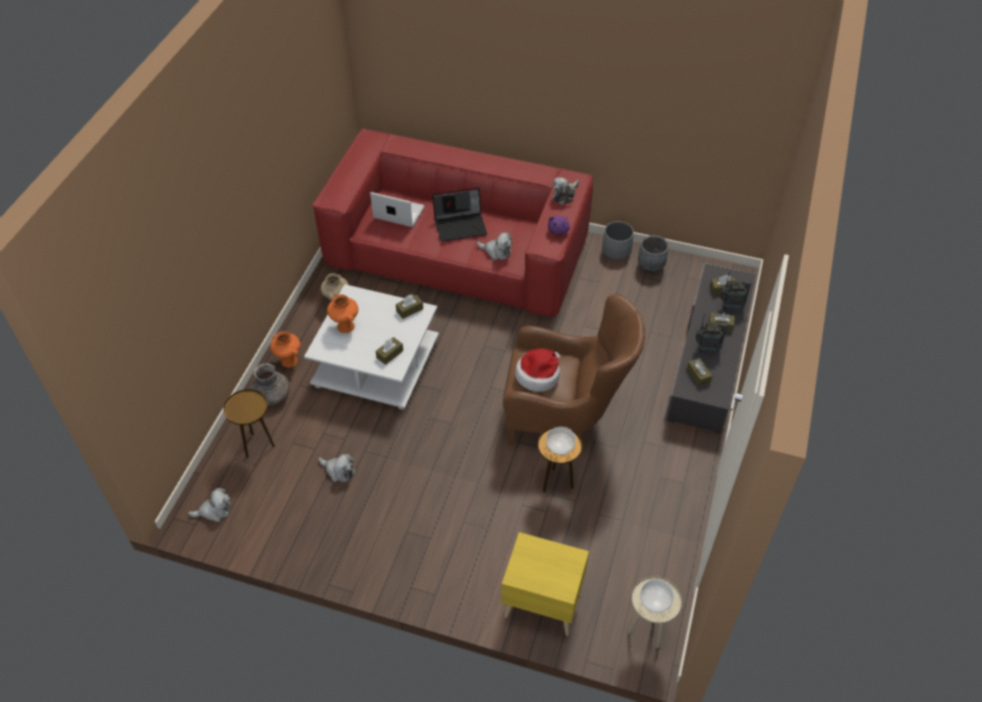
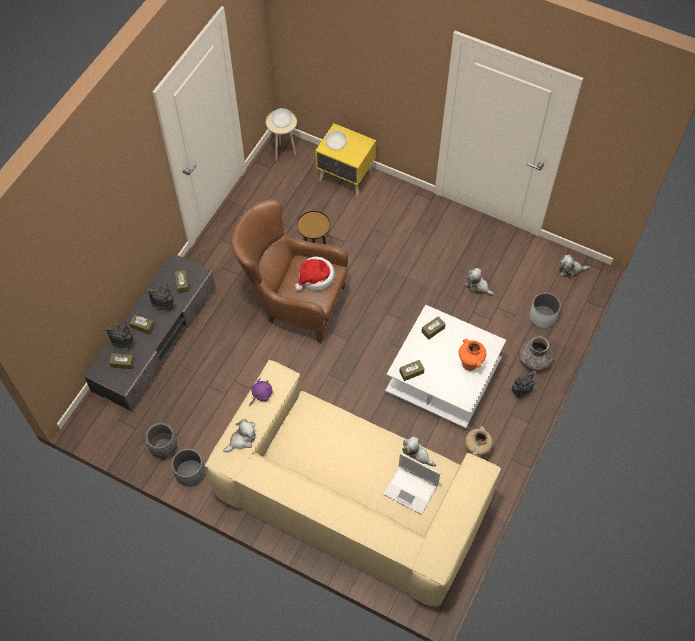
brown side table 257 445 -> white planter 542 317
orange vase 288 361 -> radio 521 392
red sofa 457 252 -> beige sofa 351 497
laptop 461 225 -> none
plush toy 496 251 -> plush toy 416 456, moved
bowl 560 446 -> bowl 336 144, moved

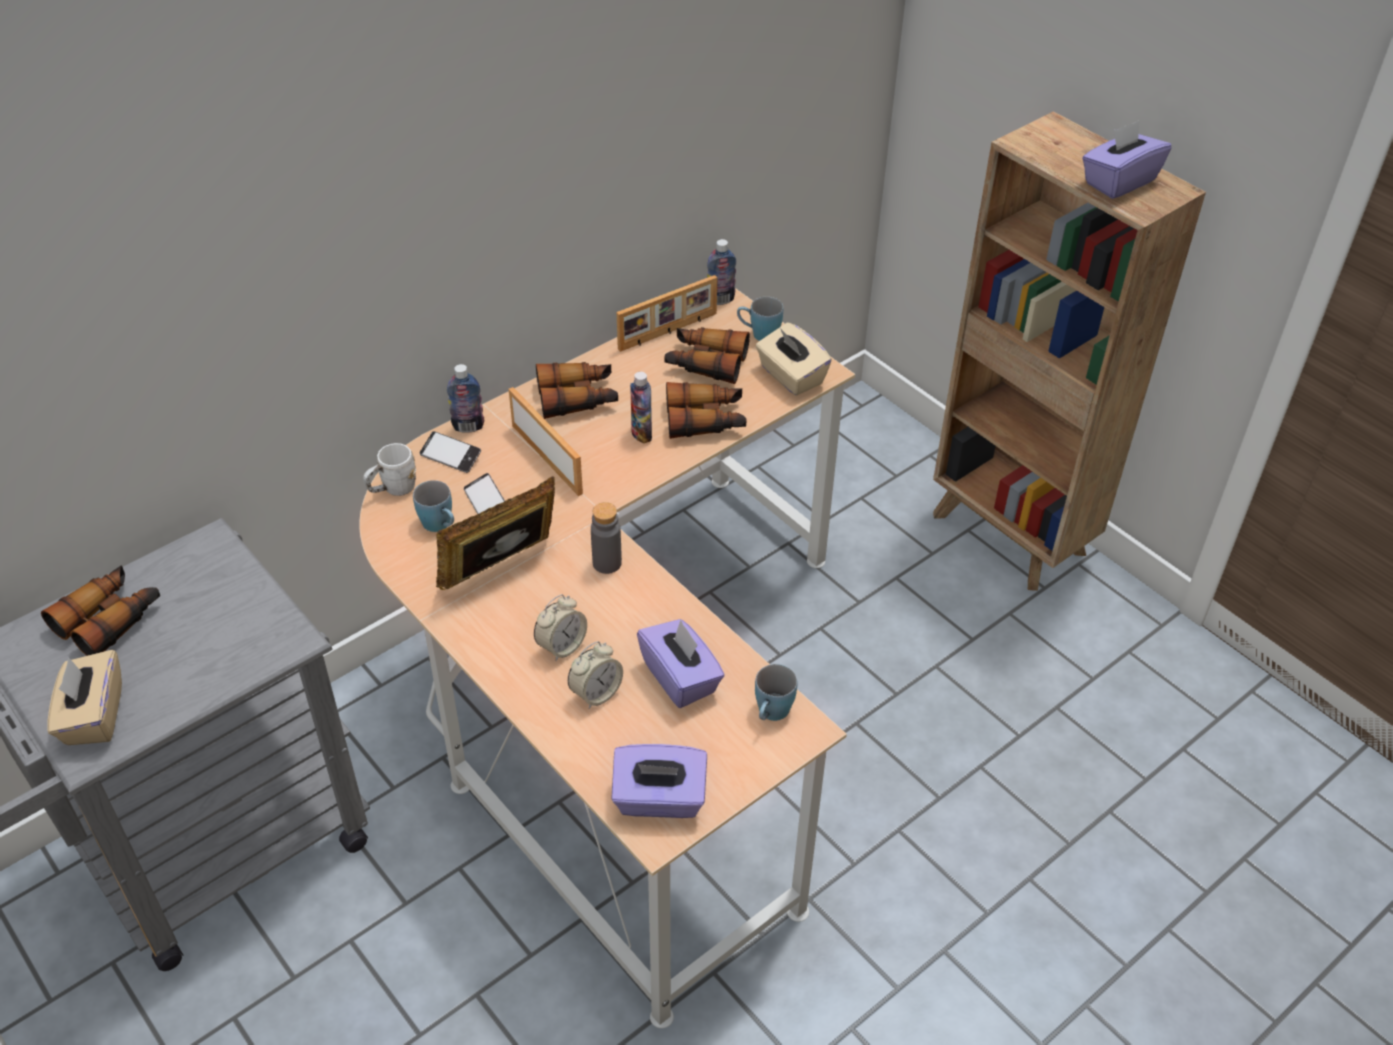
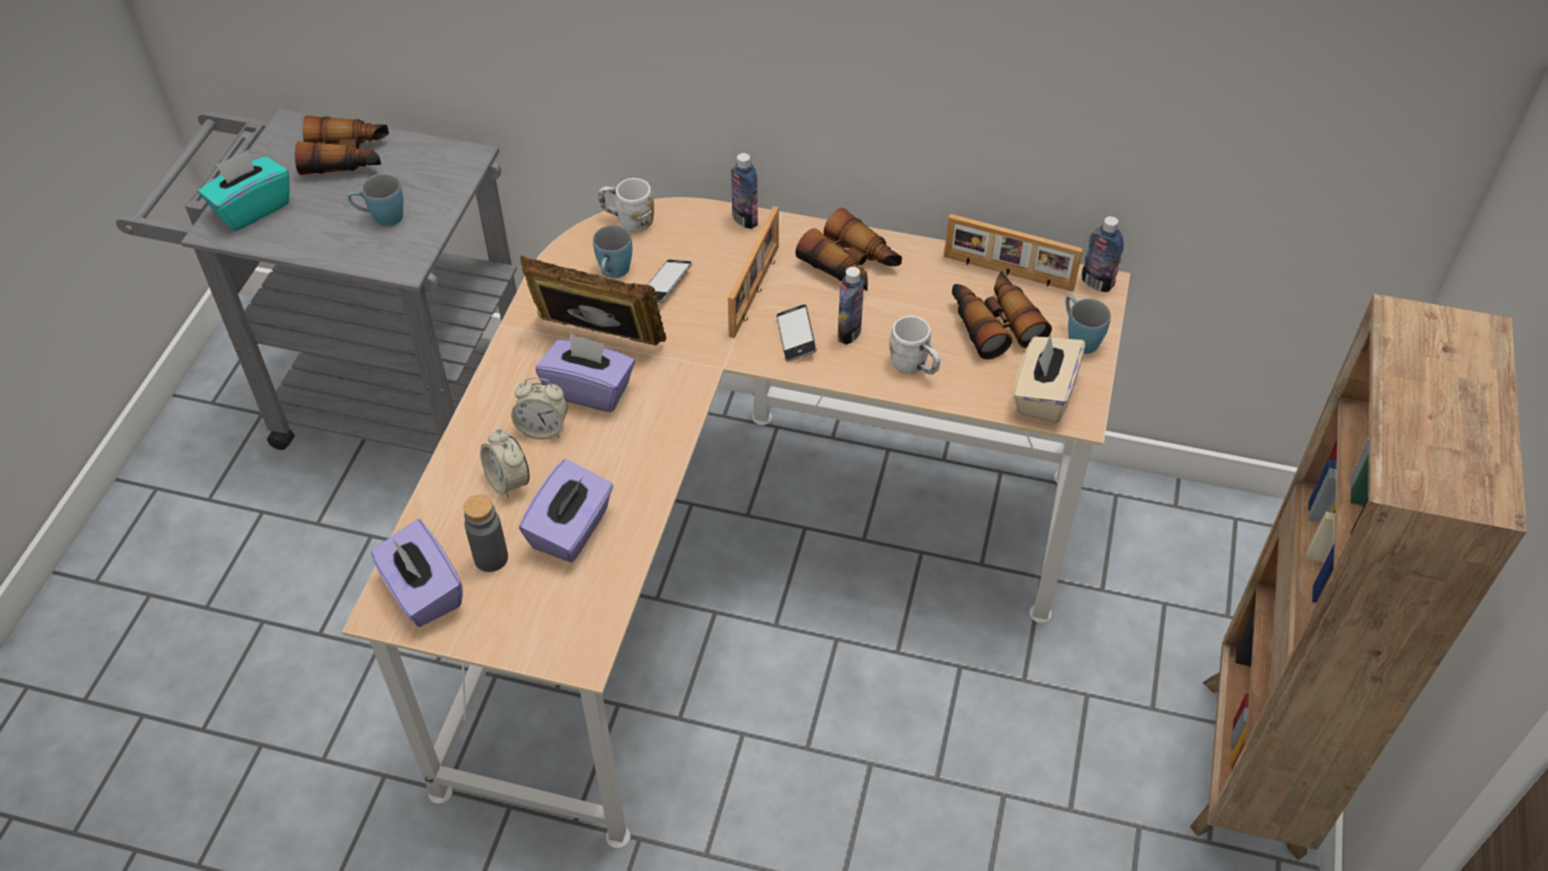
beige tissue box 93 716 -> turquoise tissue box 252 208
phone 450 456 -> phone 796 337, moved
alarm clock 596 693 -> alarm clock 508 482, 45 degrees clockwise
grey bottle 607 563 -> grey bottle 491 558, moved
binoculars 705 420 -> white mug 914 367
blue mug 771 714 -> blue mug 381 218, moved
purple tissue box 1119 181 -> purple tissue box 589 390, moved

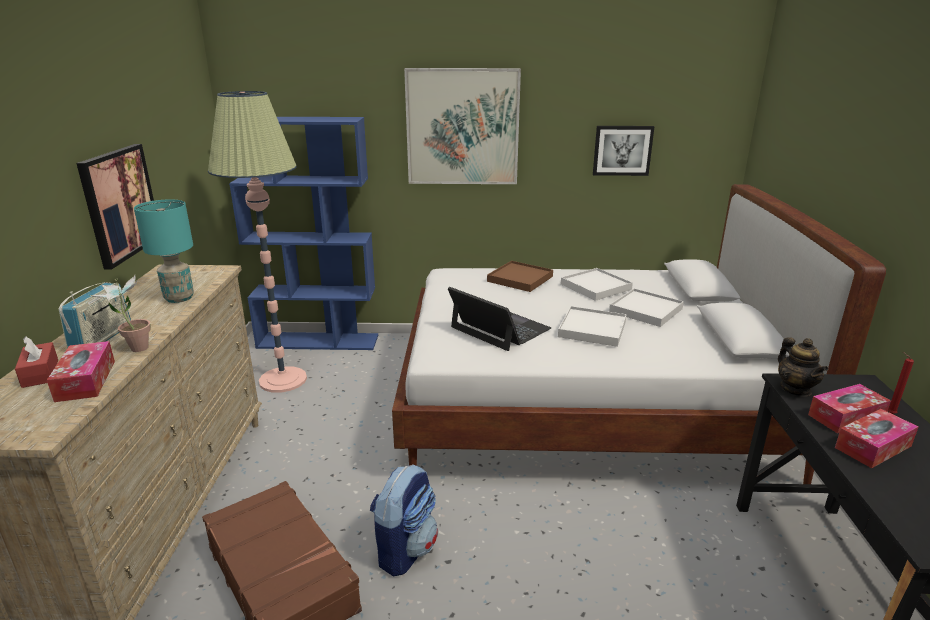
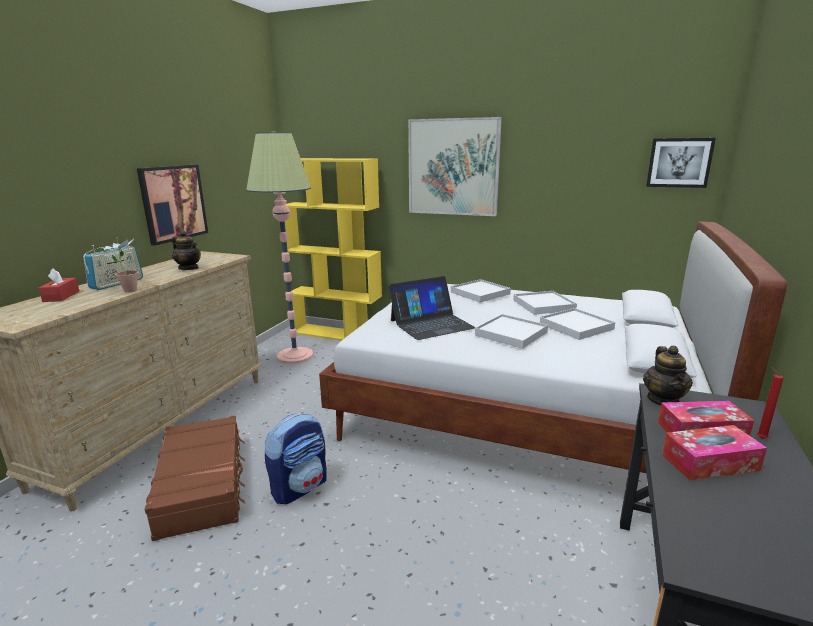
tissue box 86 380 -> none
turquoise table lamp 179 298 -> teapot 189 268
blue bookcase 319 341 -> yellow bookcase 337 334
laptop 499 328 -> laptop 431 324, 90 degrees clockwise
brown tray 520 279 -> white tray 480 293
picture 622 150 -> picture 679 162, moved

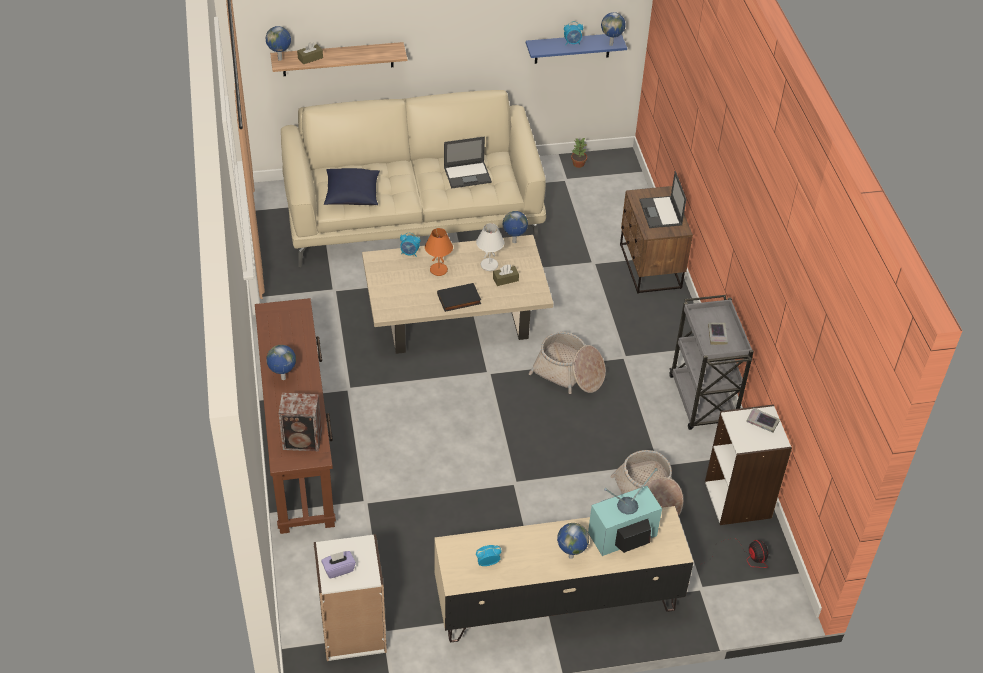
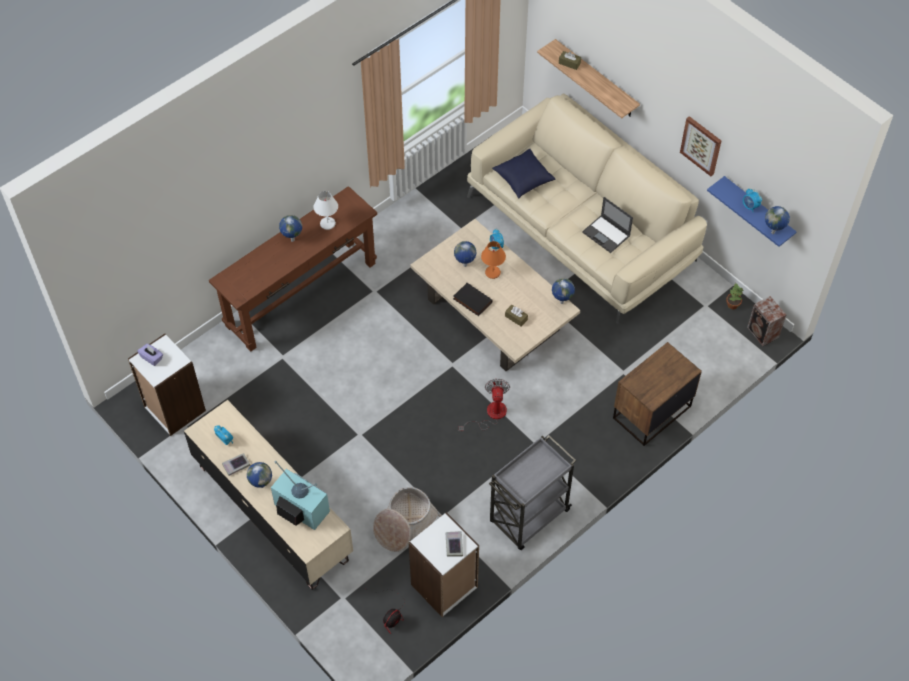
globe 280 59 -> globe 465 265, moved
speaker 303 440 -> speaker 763 333, moved
white table lamp 489 265 -> white table lamp 328 224, moved
basket 569 373 -> fan 490 415
laptop 661 213 -> none
book 717 335 -> book 236 465, moved
none -> picture 701 145

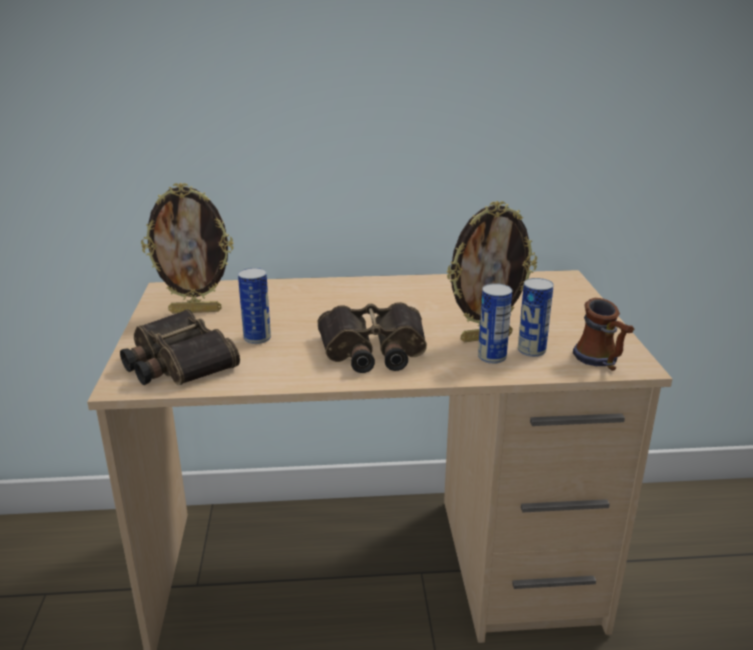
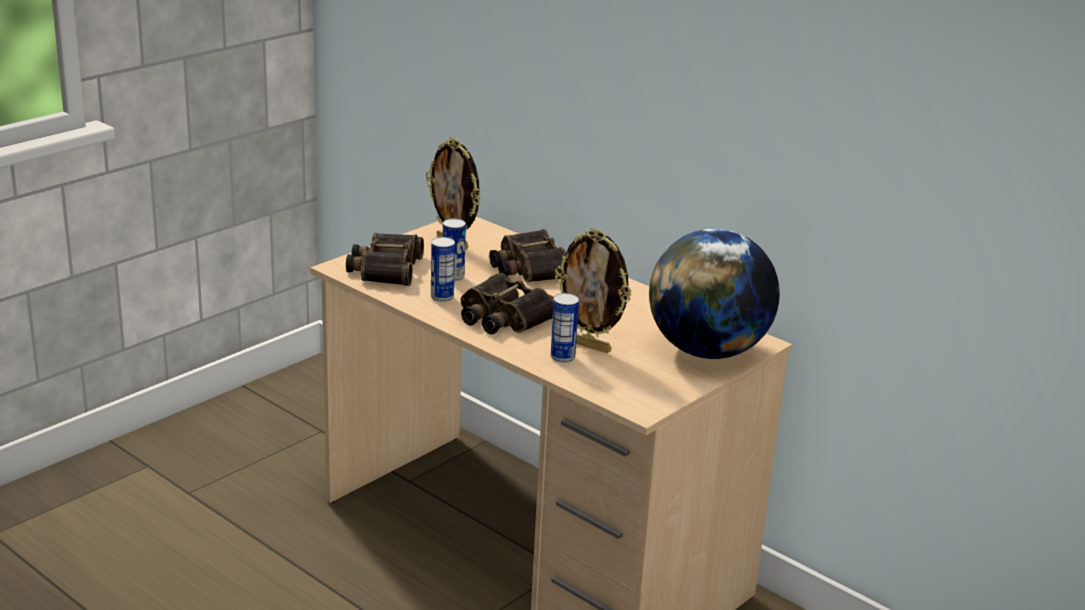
can 531 351 -> can 442 297, moved
mug 602 362 -> none
none -> binoculars 528 267
none -> globe 707 351

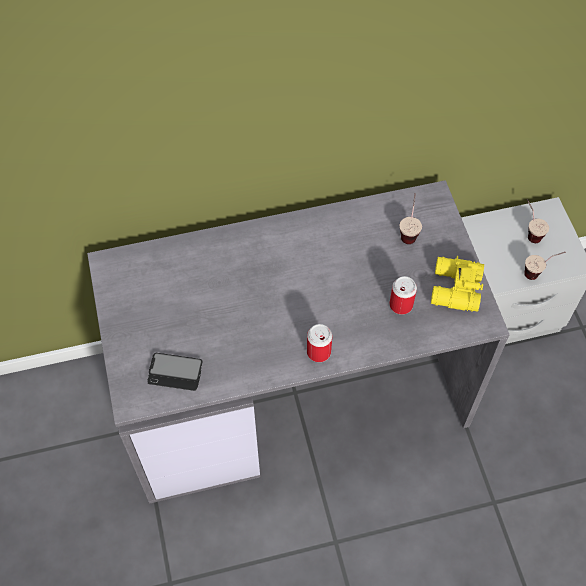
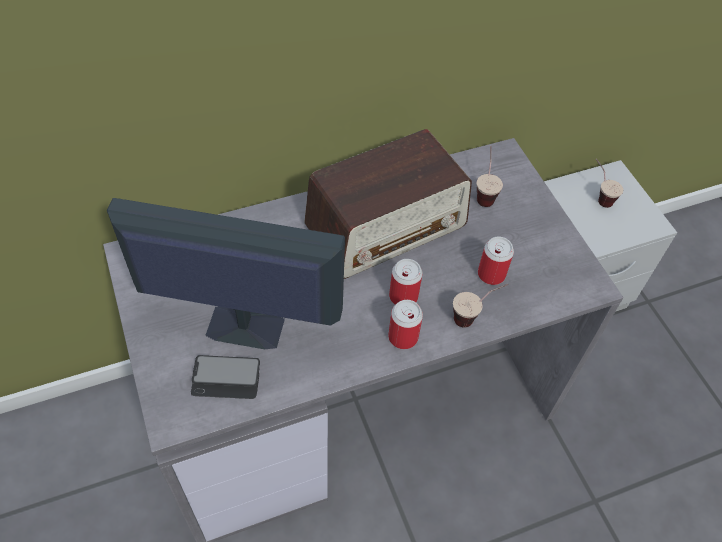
yellow binoculars 454 289 -> none
cup 539 273 -> cup 474 316, moved
none -> monitor 243 327
none -> radio 386 226
none -> can 403 296

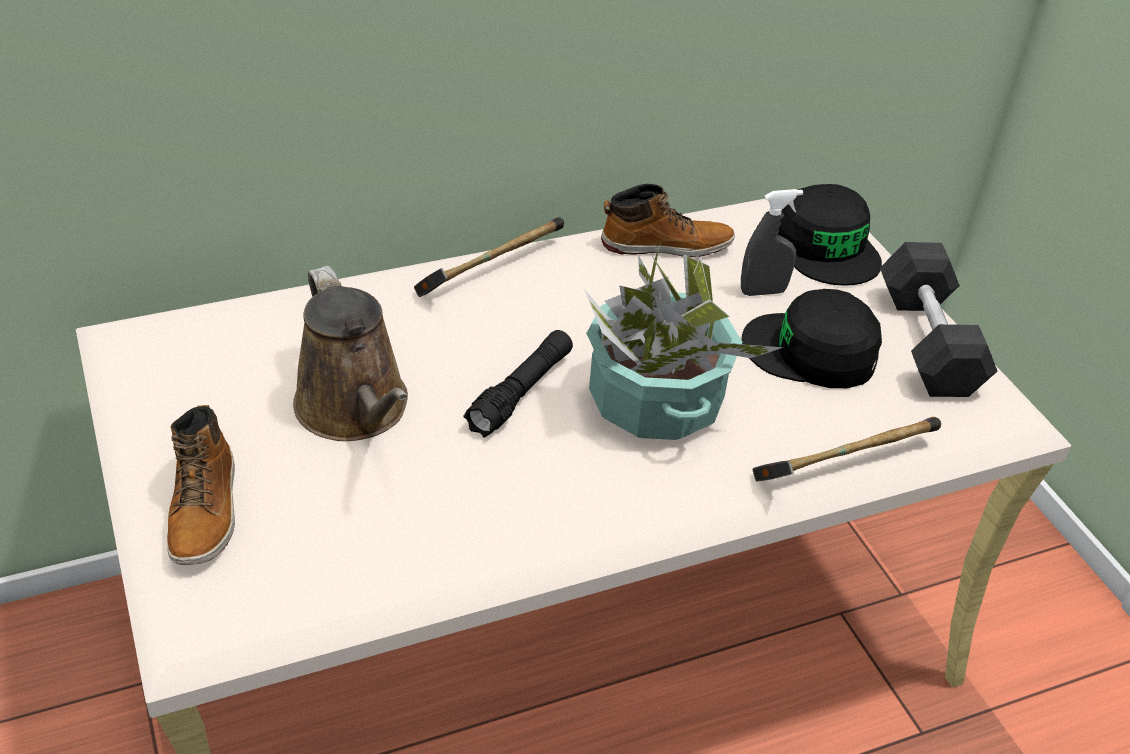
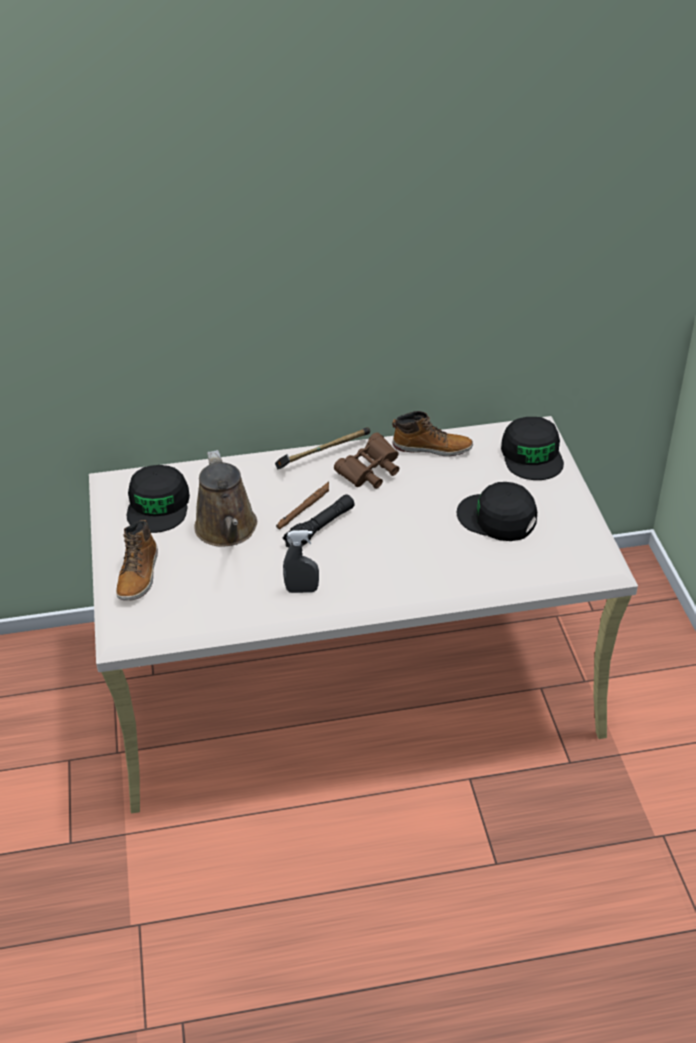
potted plant 655 401 -> none
grey spray bottle 763 291 -> grey spray bottle 302 590, moved
hammer 841 466 -> none
grey dumbbell 928 342 -> none
none -> black cap 158 505
none -> brown flashlight 304 508
none -> brown binoculars 370 473

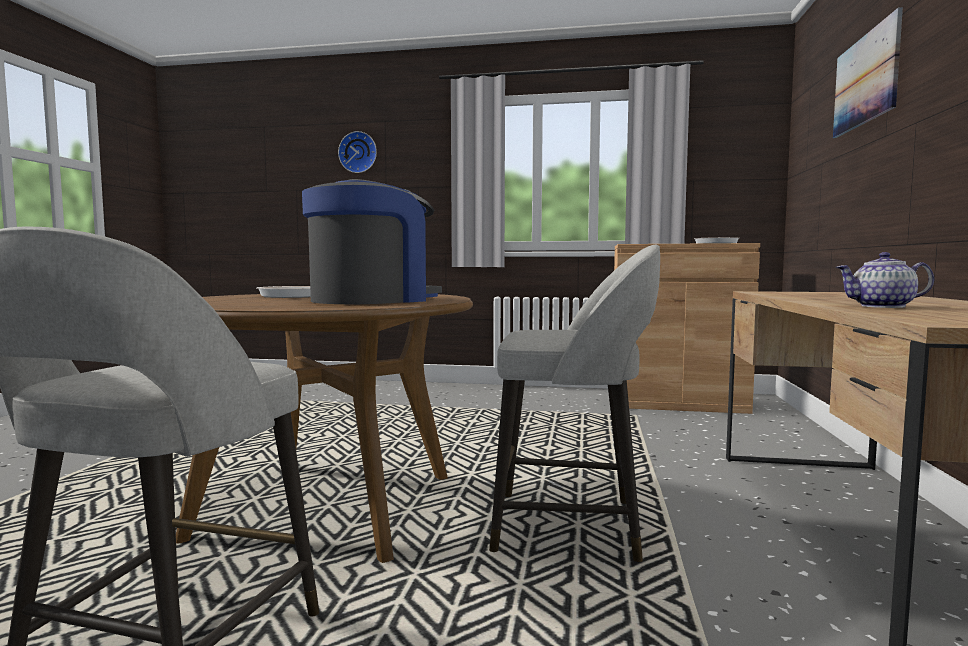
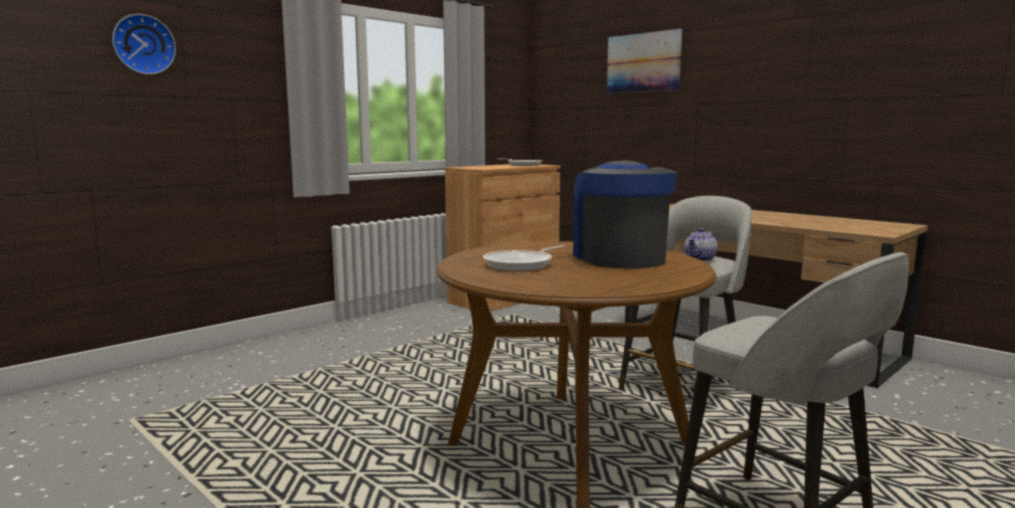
teapot 882 306 -> teapot 700 259, moved

